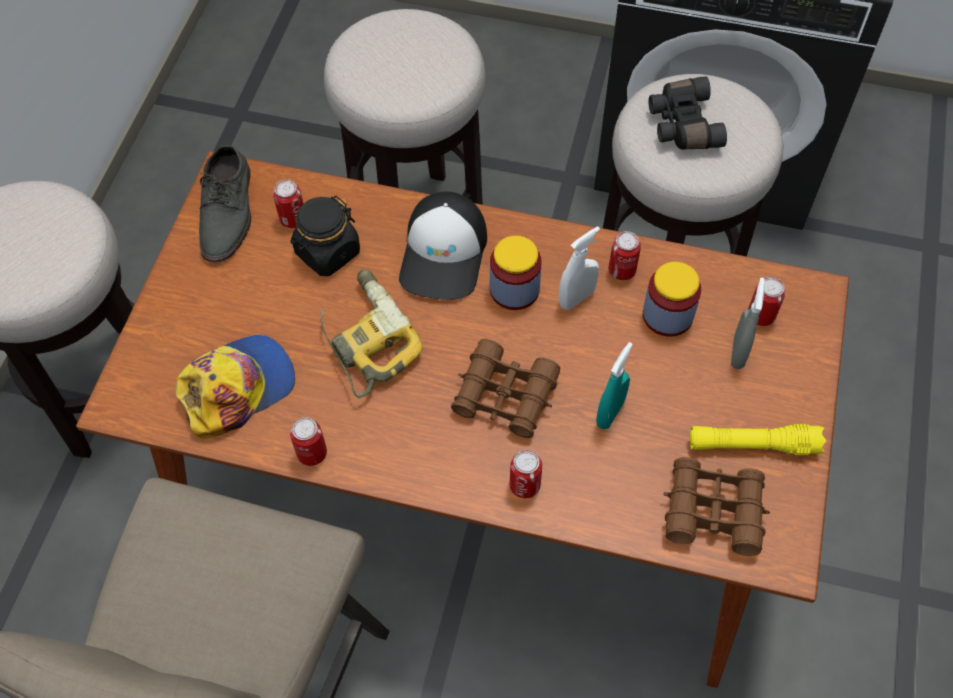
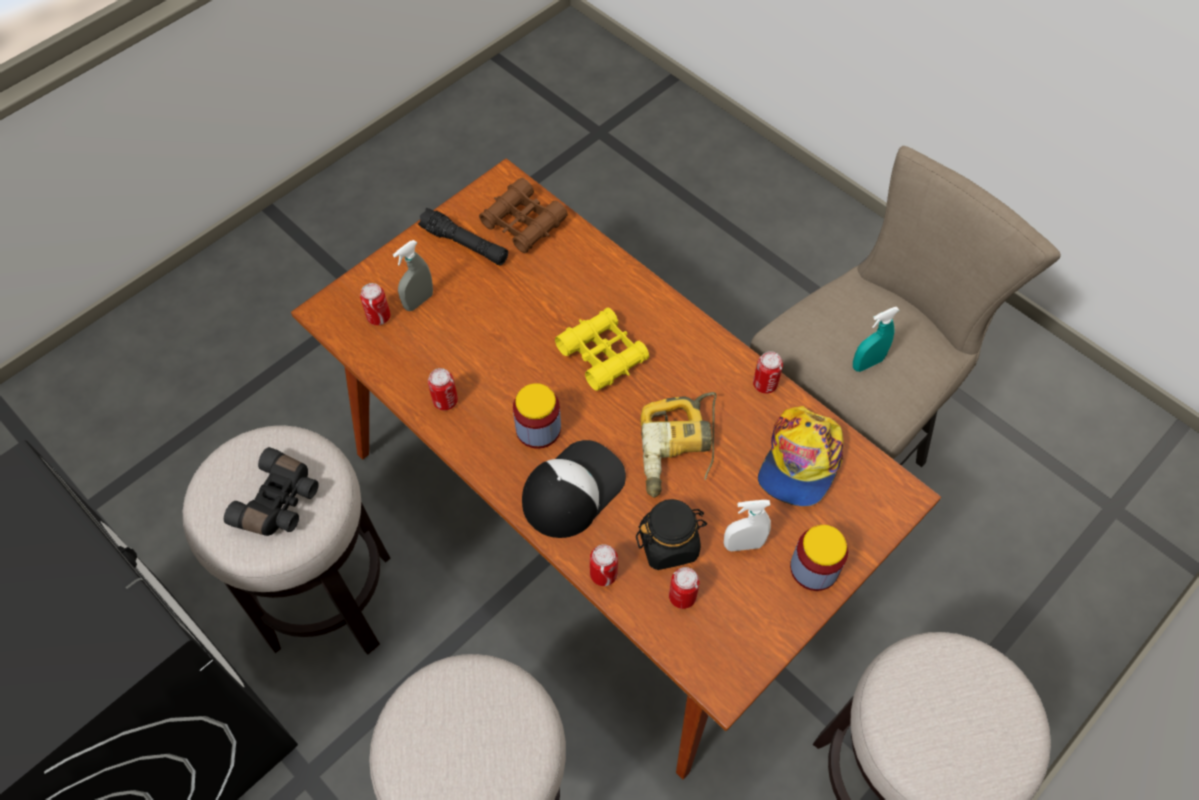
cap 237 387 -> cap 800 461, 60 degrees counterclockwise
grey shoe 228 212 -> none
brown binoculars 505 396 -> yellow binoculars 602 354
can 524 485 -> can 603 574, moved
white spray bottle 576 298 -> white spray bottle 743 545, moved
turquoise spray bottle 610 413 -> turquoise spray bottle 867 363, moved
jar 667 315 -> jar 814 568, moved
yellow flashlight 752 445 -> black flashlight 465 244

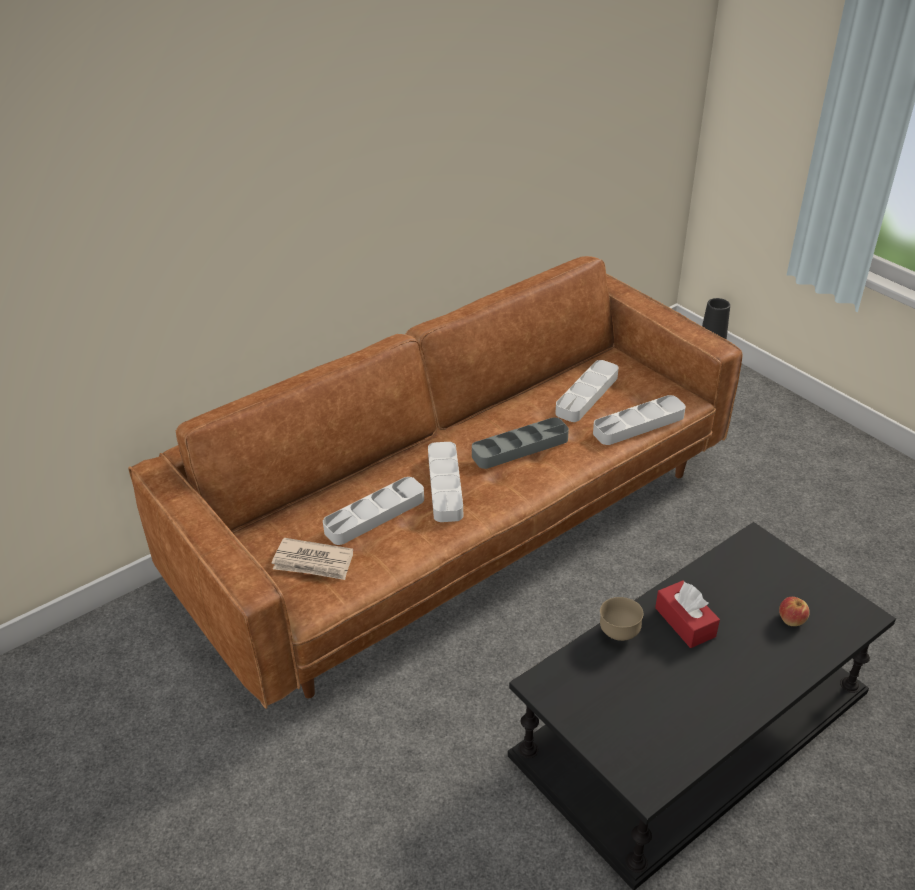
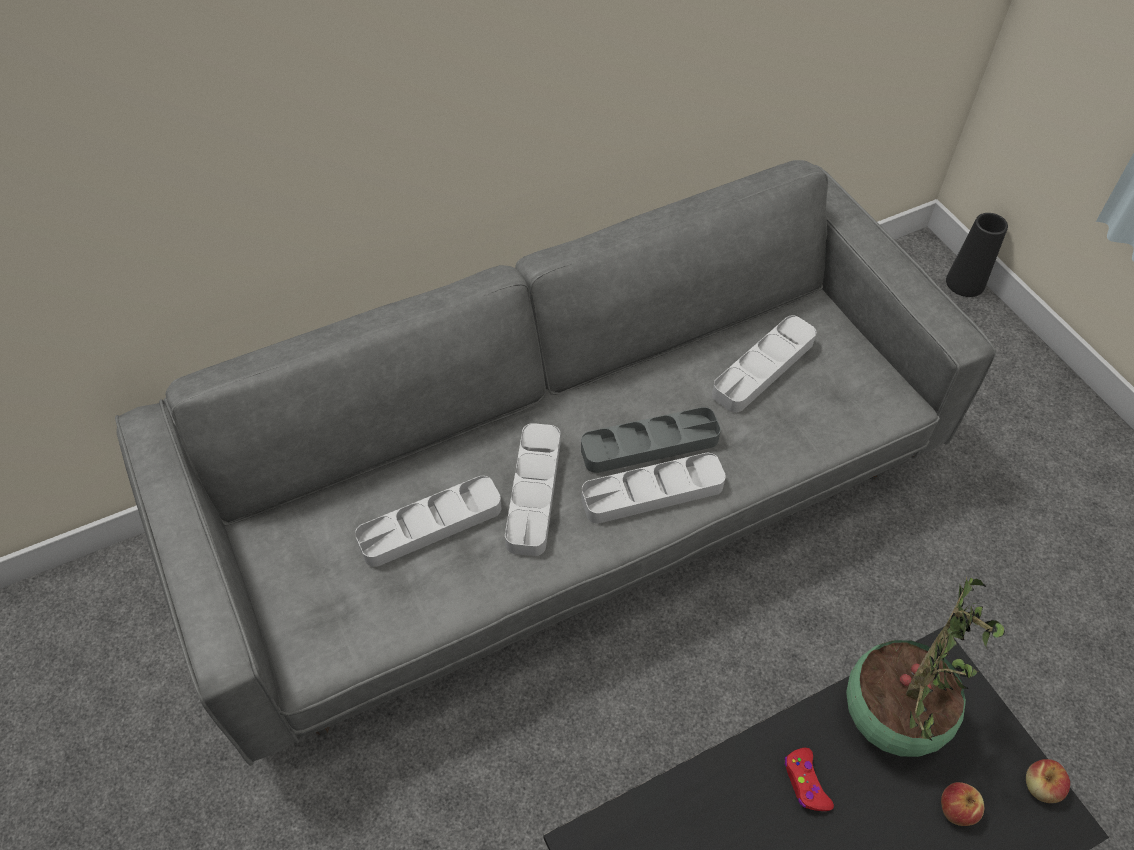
brown sofa 459 524 -> grey sofa 567 503
newspaper 313 562 -> none
grey tray 638 424 -> grey tray 652 492, moved
brown bowl 619 633 -> none
red tissue box 685 622 -> red game controller 805 783
none -> potted plant 891 715
none -> apple 1041 787

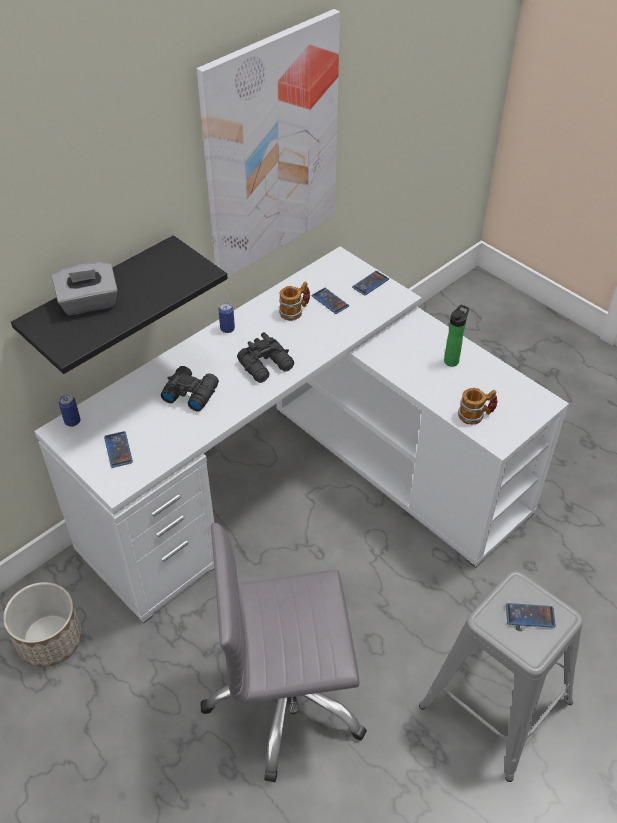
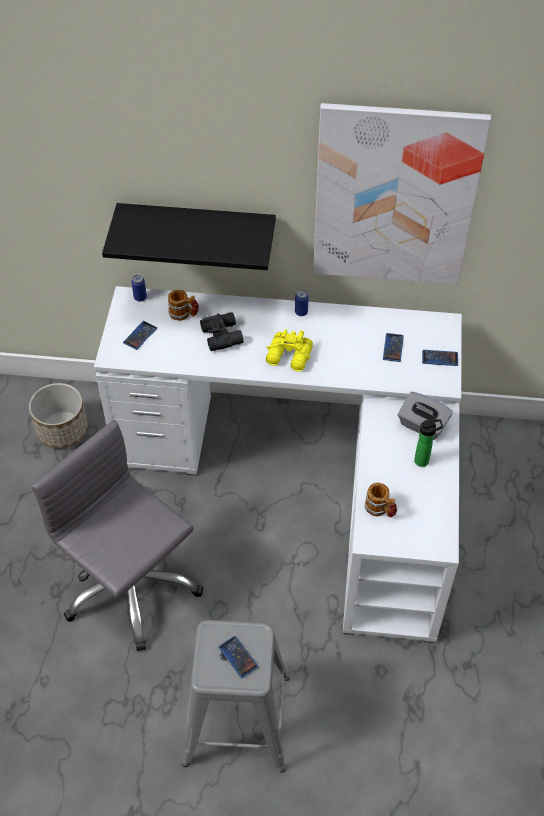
grey tissue box 89 303 -> grey tissue box 422 425, moved
black binoculars 267 366 -> yellow binoculars 289 357
mug 295 311 -> mug 184 314, moved

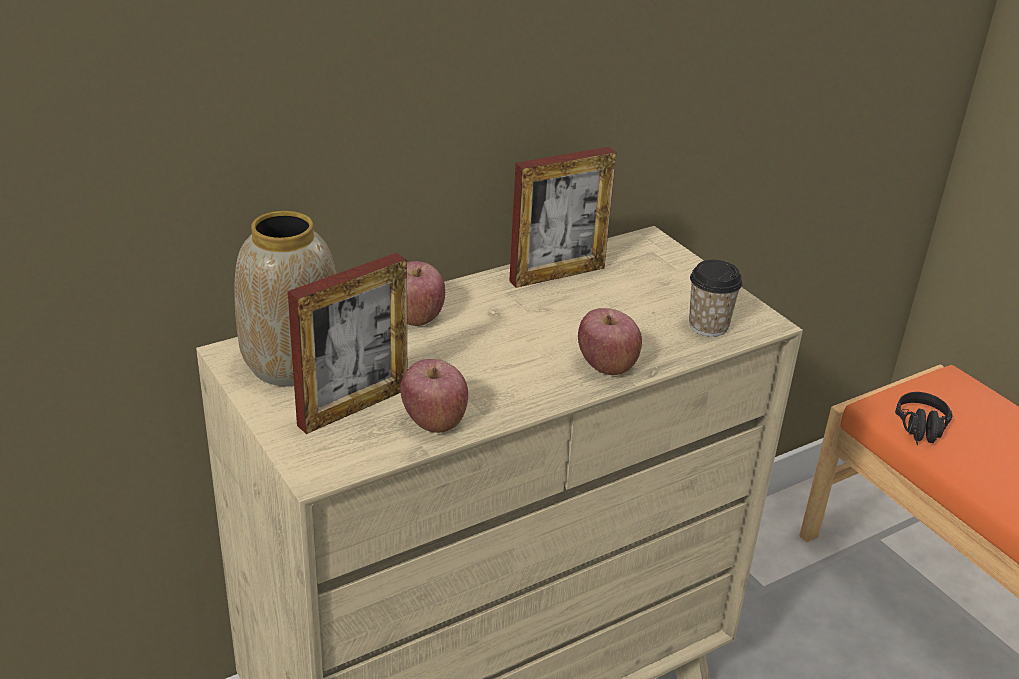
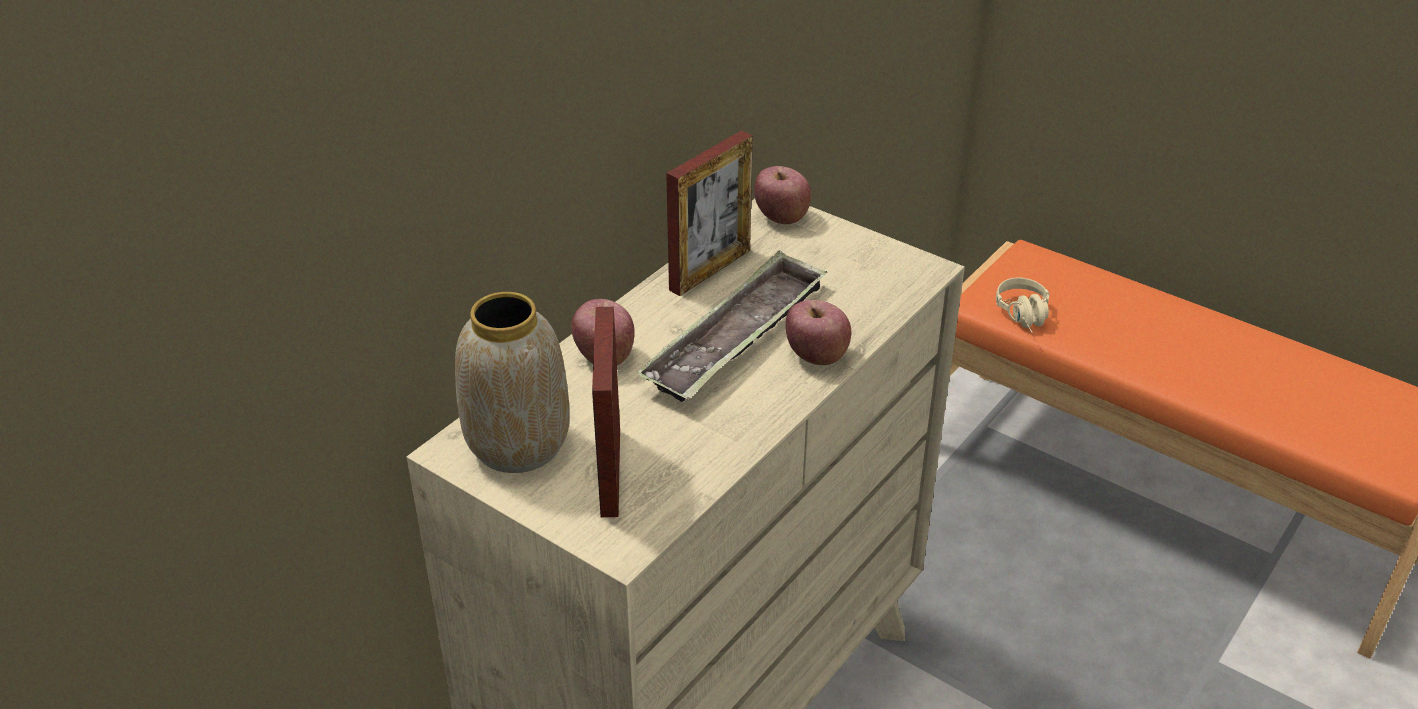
picture frame 353 407 -> picture frame 610 472, 150 degrees clockwise
apple 434 421 -> apple 781 217, moved
cup 708 326 -> none
black headphones 921 432 -> beige headphones 1025 317
none -> tray 736 337

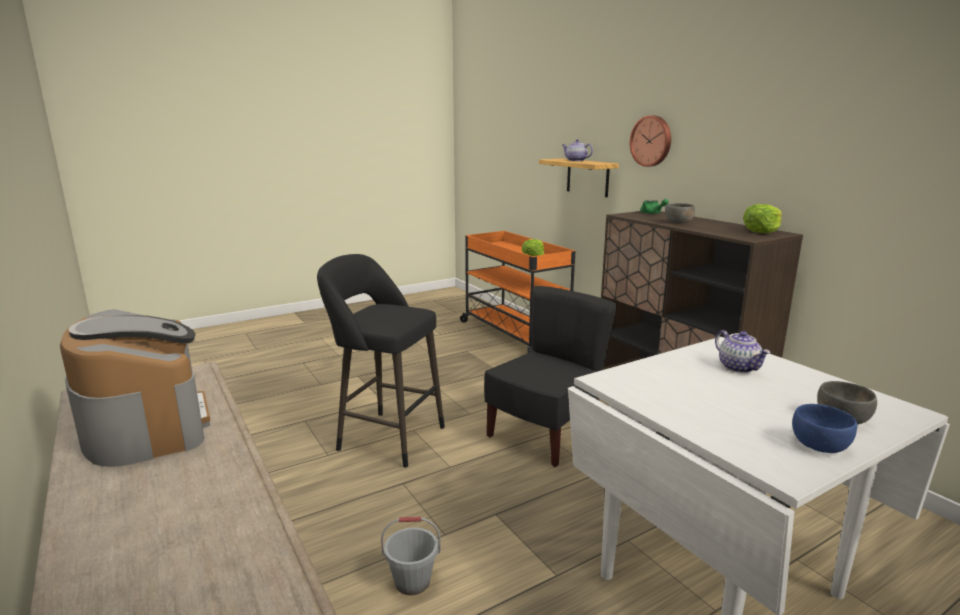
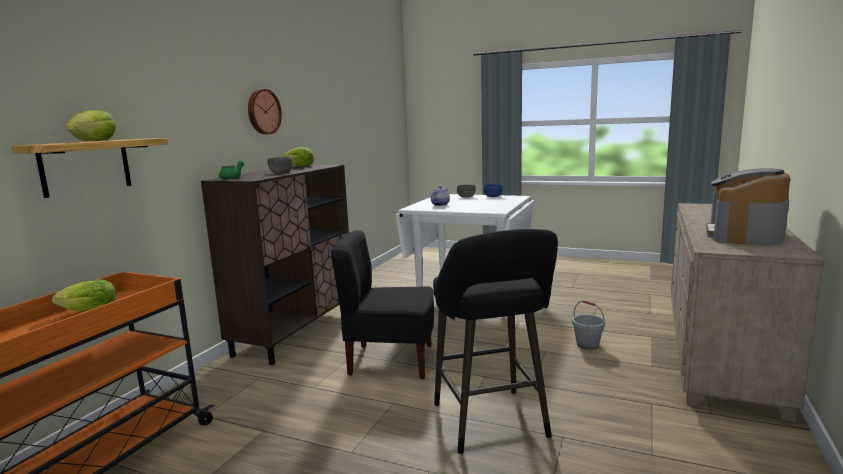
teapot 576 160 -> lettuce 94 141
wall clock 651 141 -> wall clock 263 111, moved

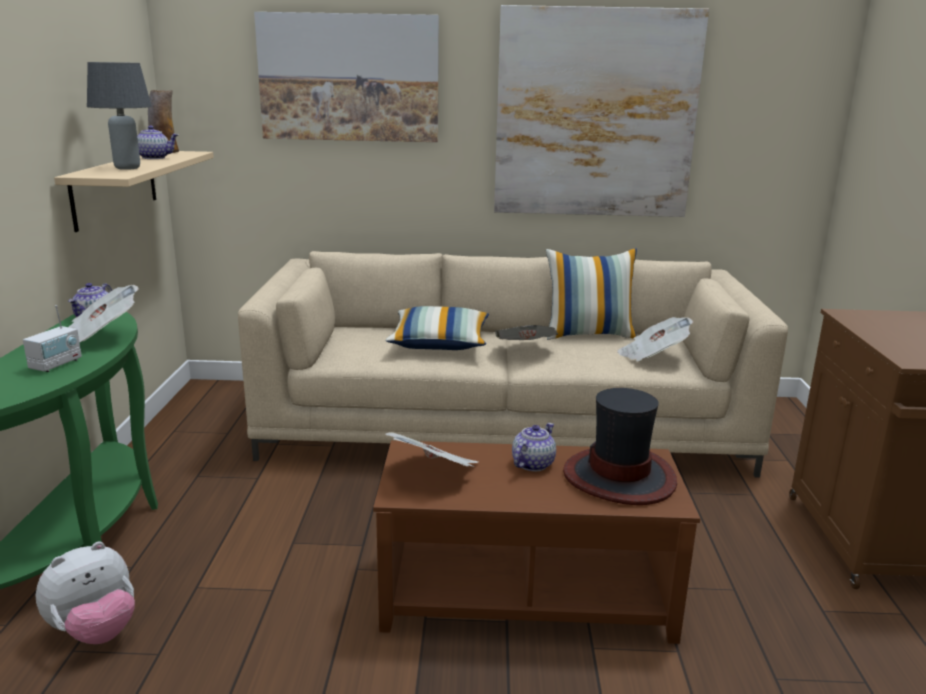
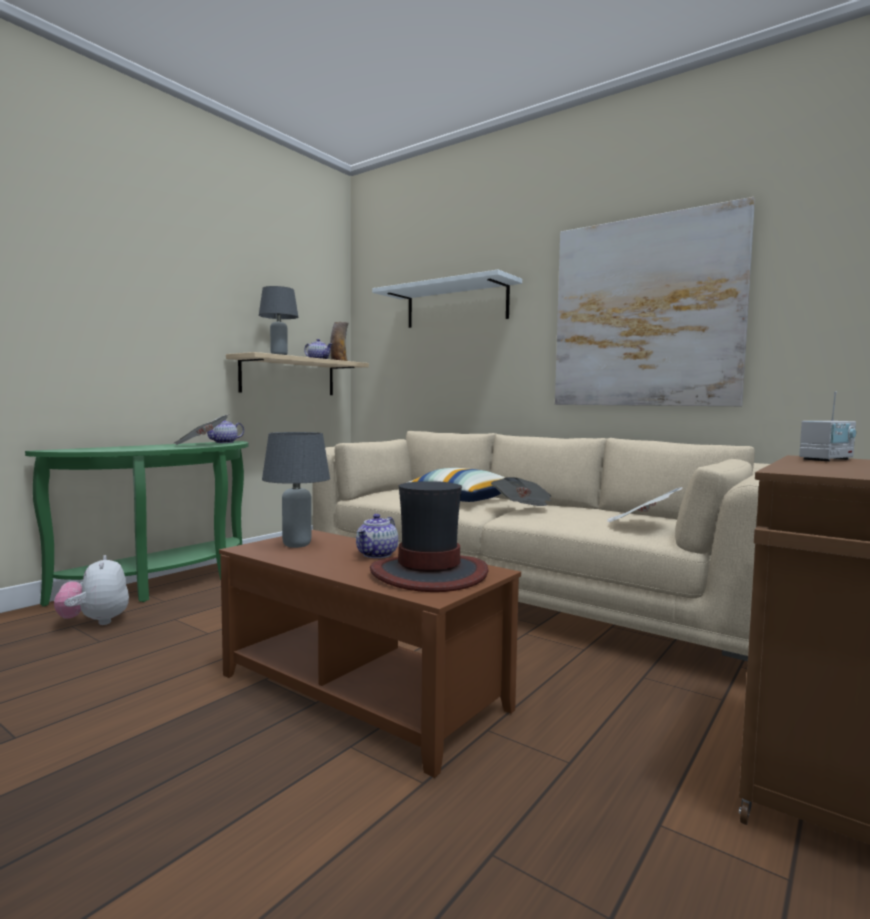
radio 56 364 -> radio 827 459, moved
plush toy 95 632 -> plush toy 95 622, 75 degrees clockwise
picture 349 78 -> white shelf 456 305
newspaper 435 472 -> grey table lamp 297 545
teapot 532 464 -> teapot 377 555, 135 degrees clockwise
pillow 589 334 -> none

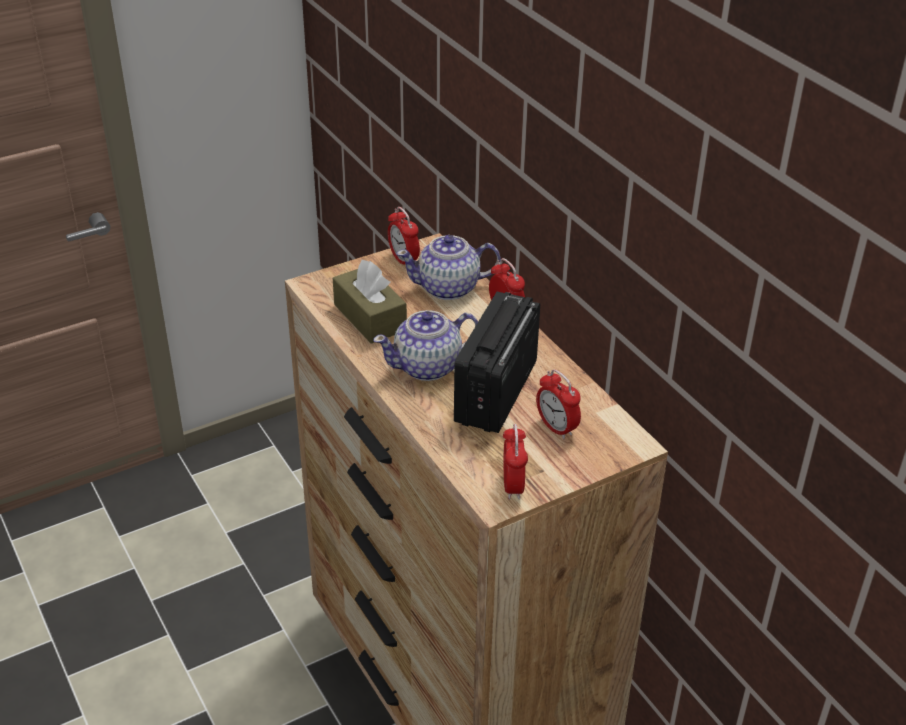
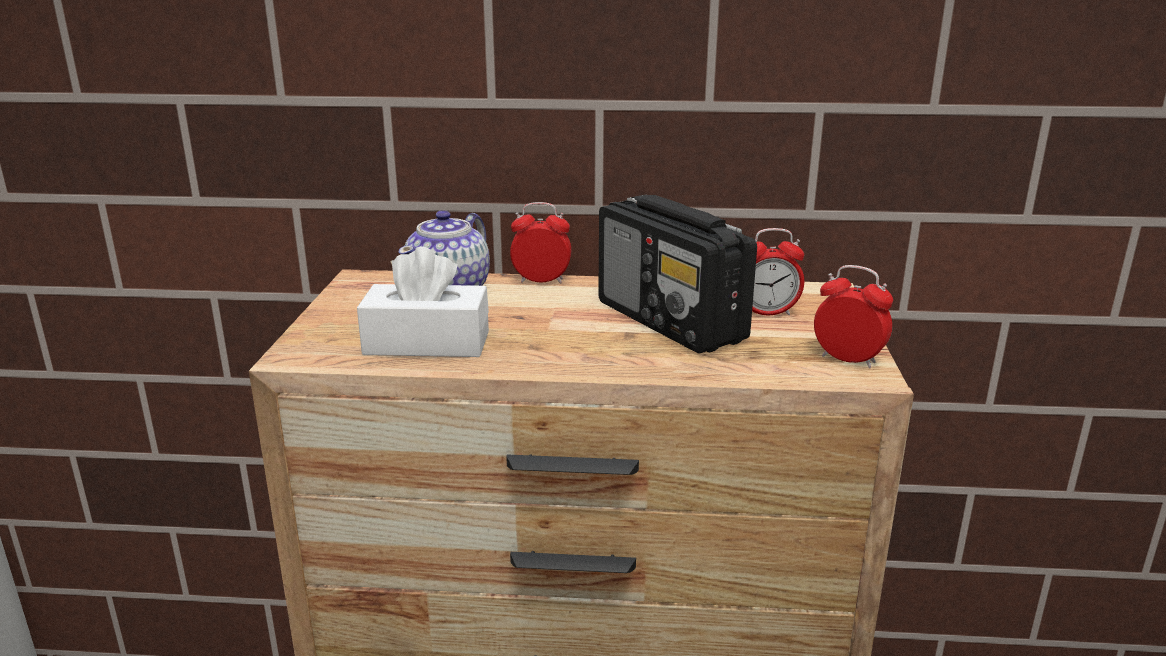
brown tissue box 370 317 -> white tissue box 427 343
teapot 428 367 -> none
alarm clock 403 260 -> none

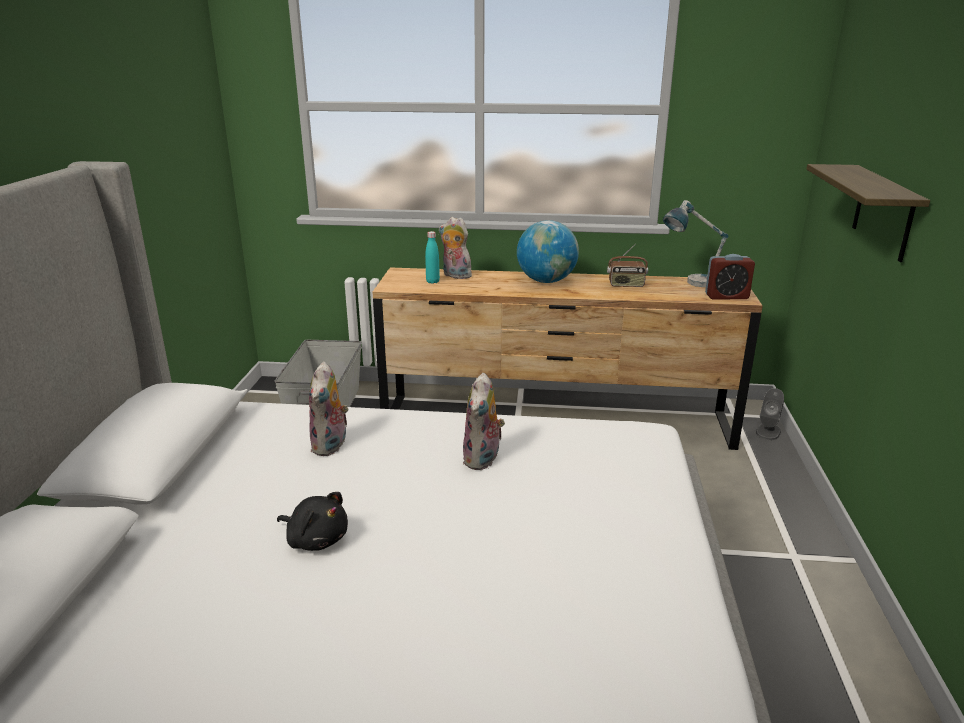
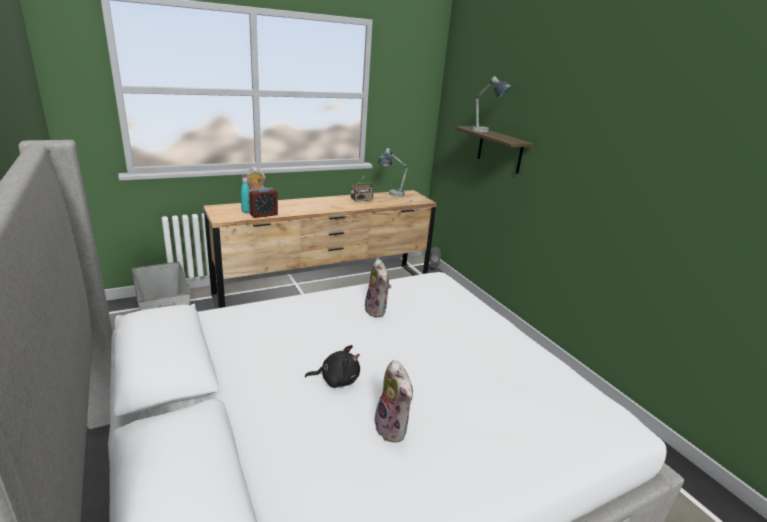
plush toy 331 446 -> plush toy 393 429, moved
globe 546 281 -> none
alarm clock 726 296 -> alarm clock 263 215, moved
none -> table lamp 485 132

